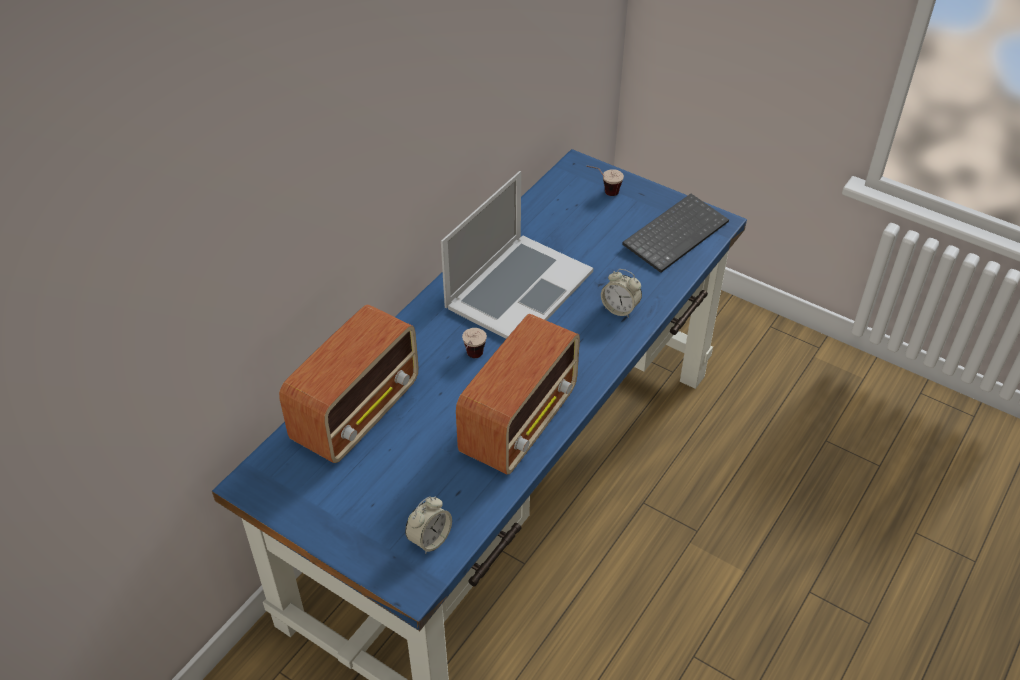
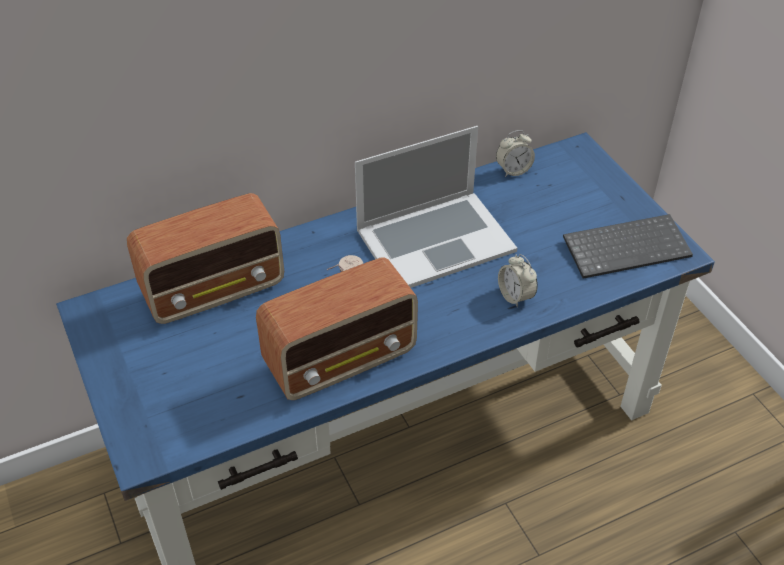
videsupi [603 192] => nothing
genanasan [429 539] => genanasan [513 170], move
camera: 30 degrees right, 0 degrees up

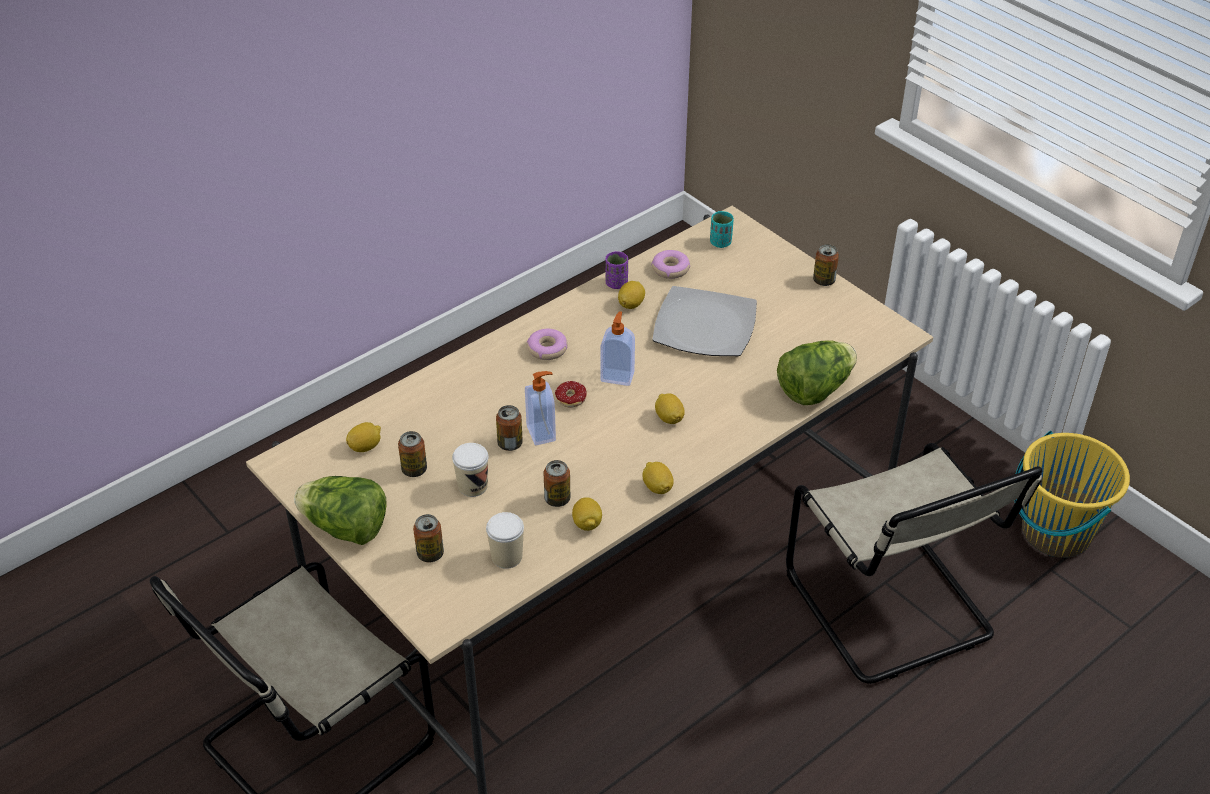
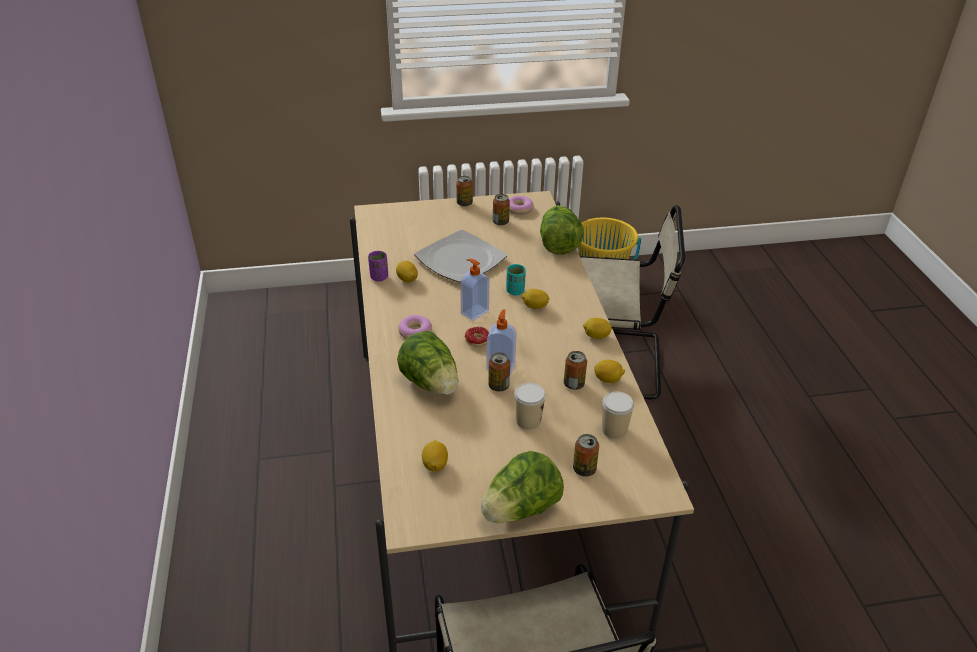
turquoise videsupi [720 243] => turquoise videsupi [515 291], move
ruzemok [670 269] => ruzemok [519 209], move
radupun [414 470] => radupun [500 222], move
nothing => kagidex [431 383]
camera: 60 degrees left, 5 degrees down

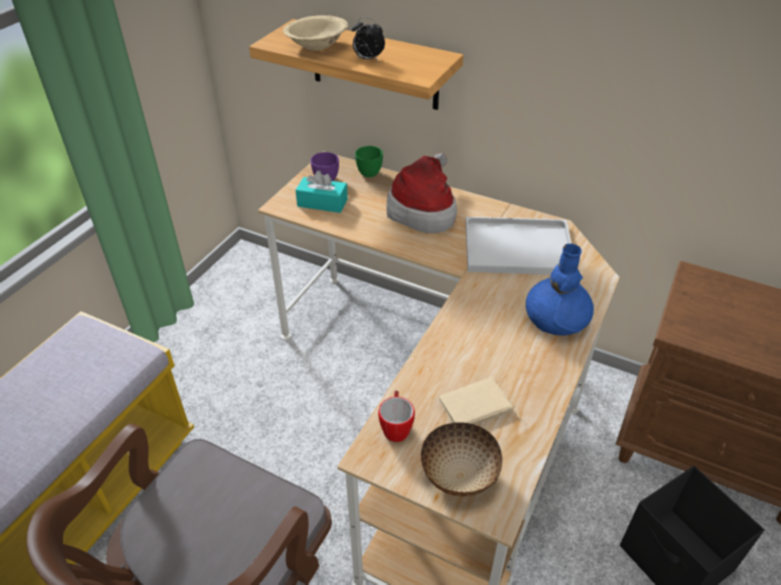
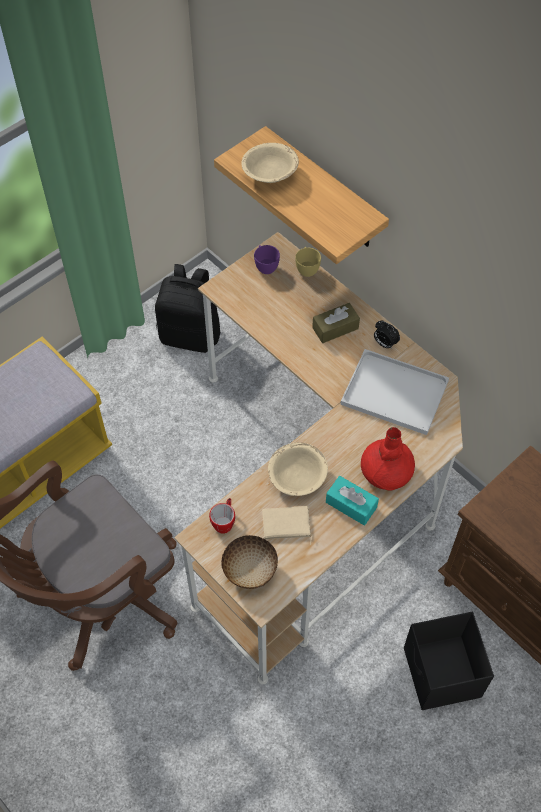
genanasan [368 59] => genanasan [384 343], move
green videsupi [367 171] => yellow videsupi [307 268]
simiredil [423 210] => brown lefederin [335 328]
turquoise lefederin [322 203] => turquoise lefederin [351 505], move
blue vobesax [555 319] => red vobesax [386 471]
nothing => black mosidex [190 335]
nothing => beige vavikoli [297 477]
camera: 20 degrees right, 15 degrees up

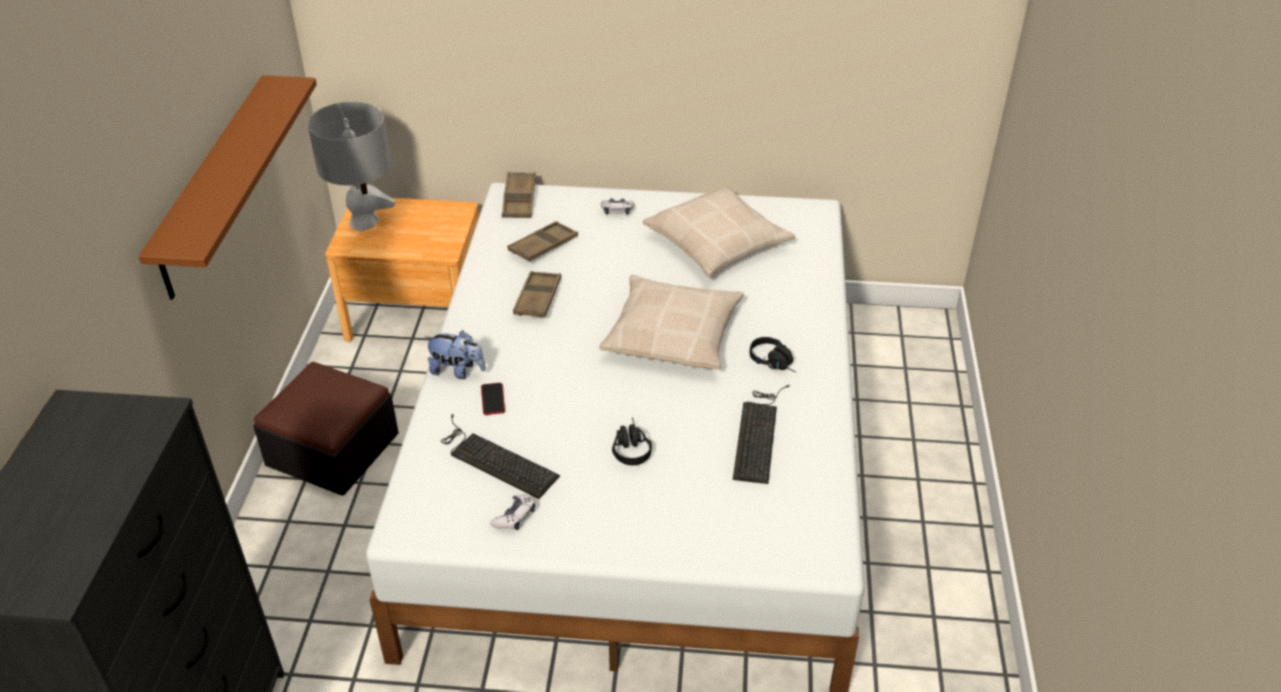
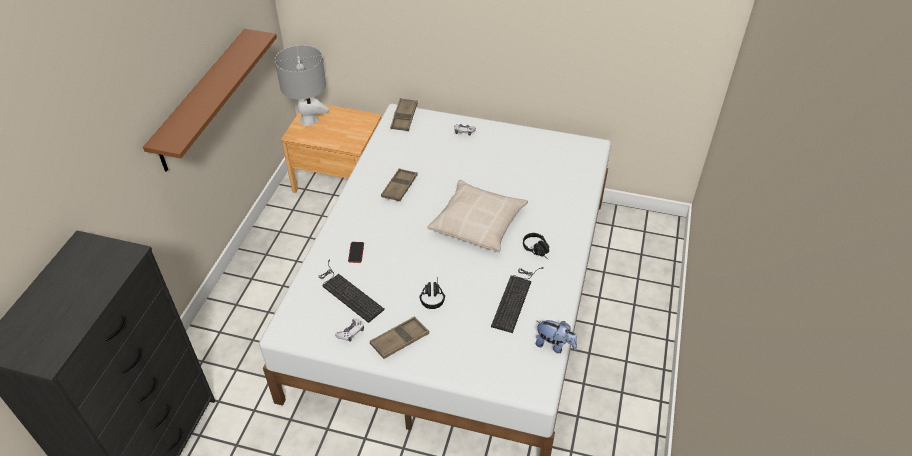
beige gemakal [717 243] => nothing
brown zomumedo [543 246] => brown zomumedo [399 340], move
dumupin [457 371] => dumupin [554 345], move
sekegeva [333 449] => nothing
camera: 10 degrees right, 5 degrees up

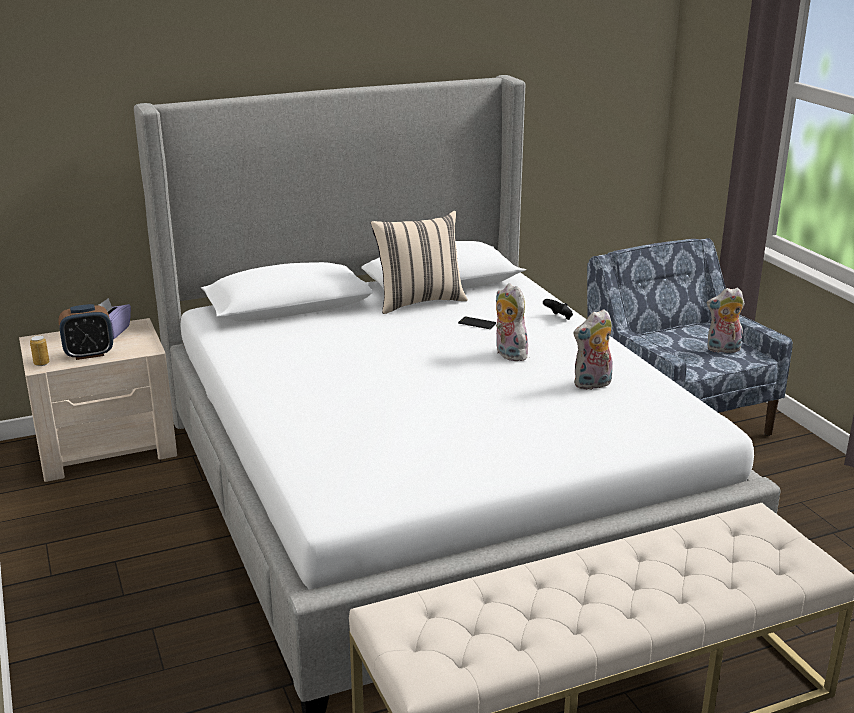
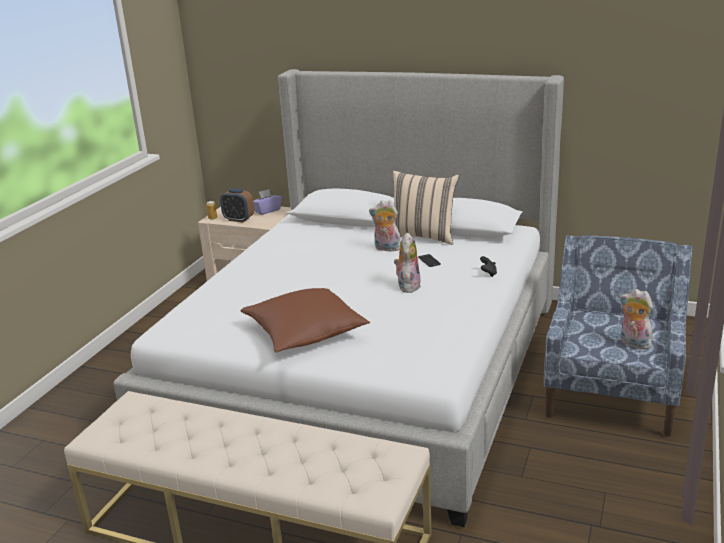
dumupin [592 385] => dumupin [386 248], move
nothing => brown gemakal [305 333]
camera: 45 degrees right, 0 degrees up

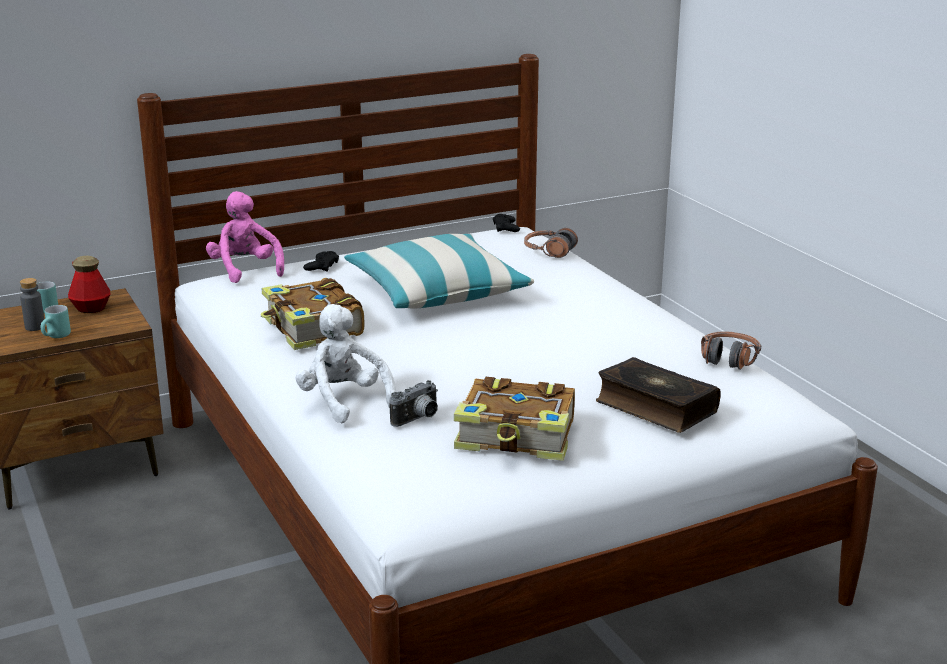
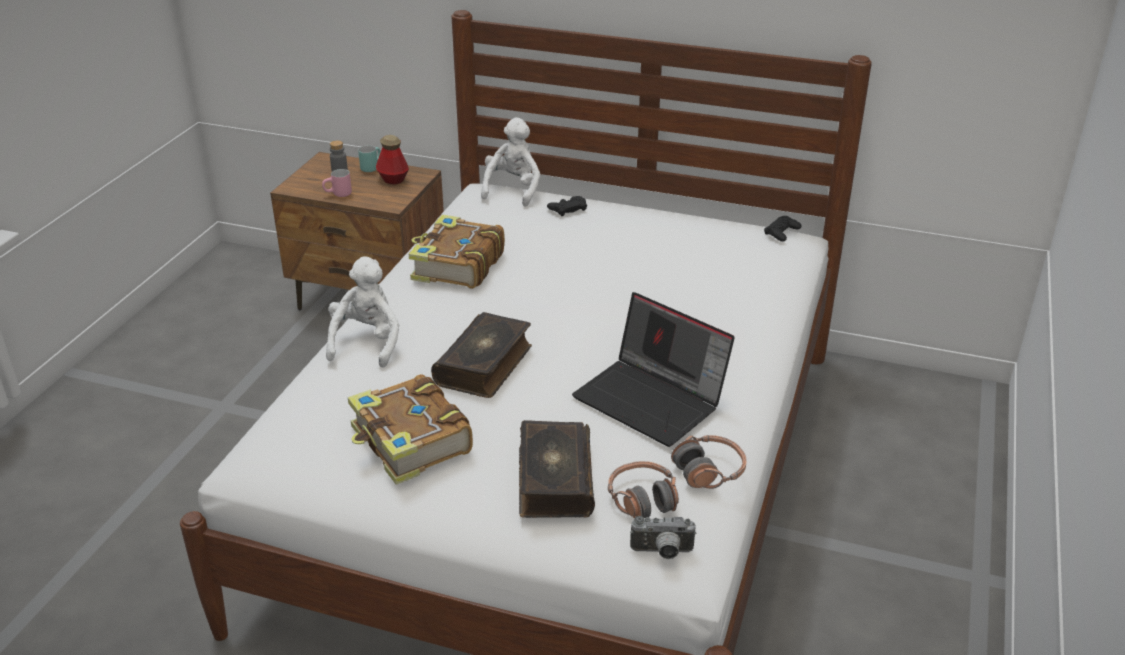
pink dumupin [245 270] => white dumupin [513 189]
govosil [549 251] => govosil [643 499], move
gemakal [437 291] => nothing
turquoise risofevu [57 337] => pink risofevu [338 195]
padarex [418 419] => padarex [662 552], move
nothing => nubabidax [652 400]
nothing => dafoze [485 365]
camera: 45 degrees right, 10 degrees up

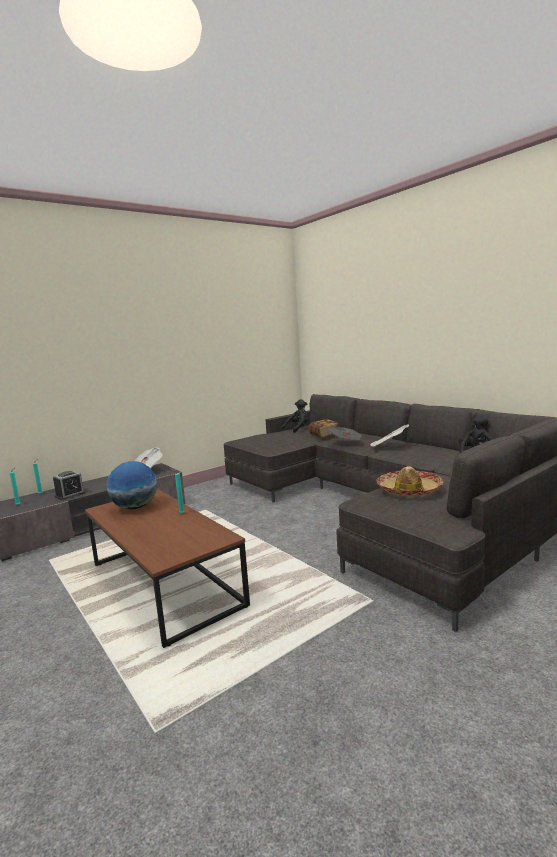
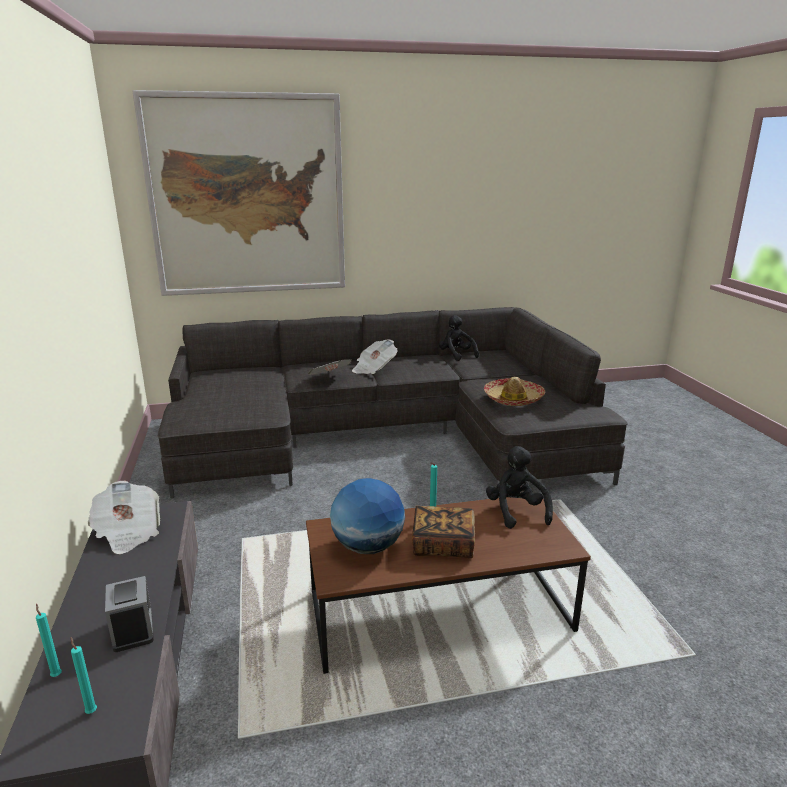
black dumupin [298 429] => black dumupin [516 511], move
dafoze [324 435] => dafoze [443 545], move
nothing => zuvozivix [248 196]
camera: 65 degrees left, 10 degrees up

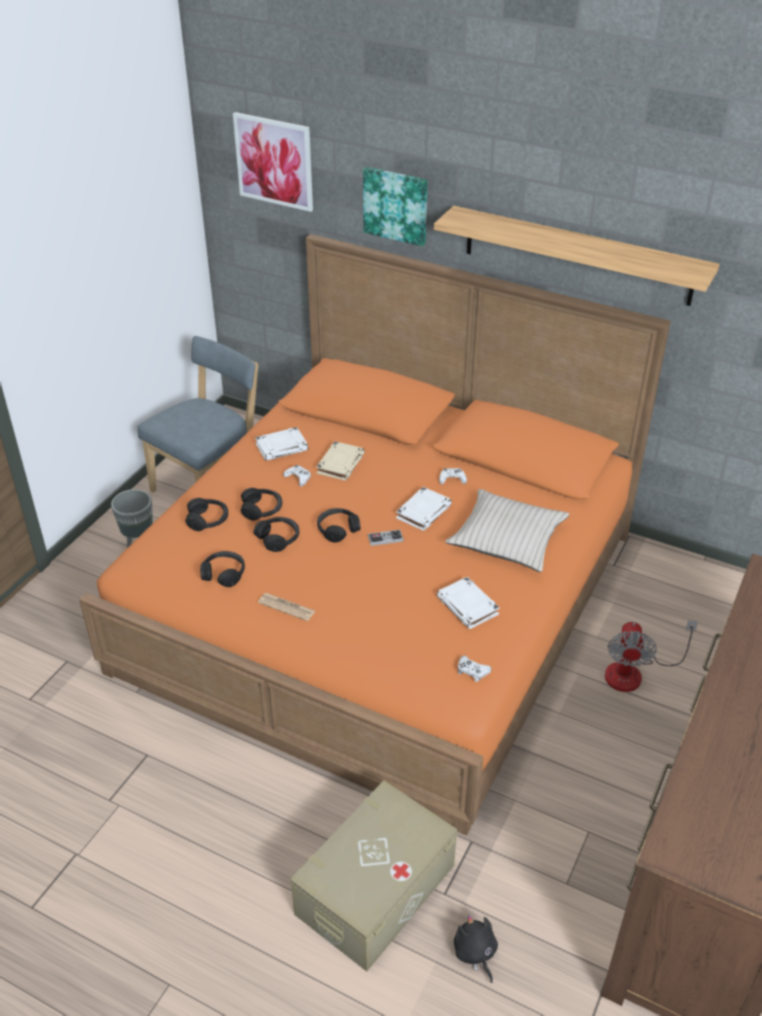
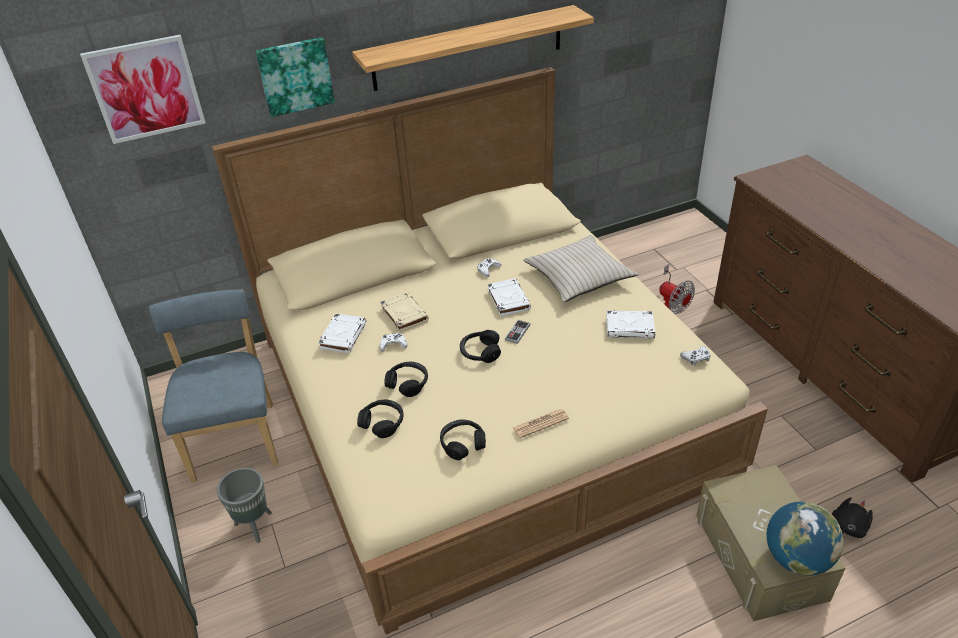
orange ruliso [381 598] => beige ruliso [482 402]
black govosil [278 538] => nothing
black dumupin [475 953] => black dumupin [846 528], 120 degrees clockwise
nothing => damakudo [796 558]
camera: 50 degrees left, 0 degrees up

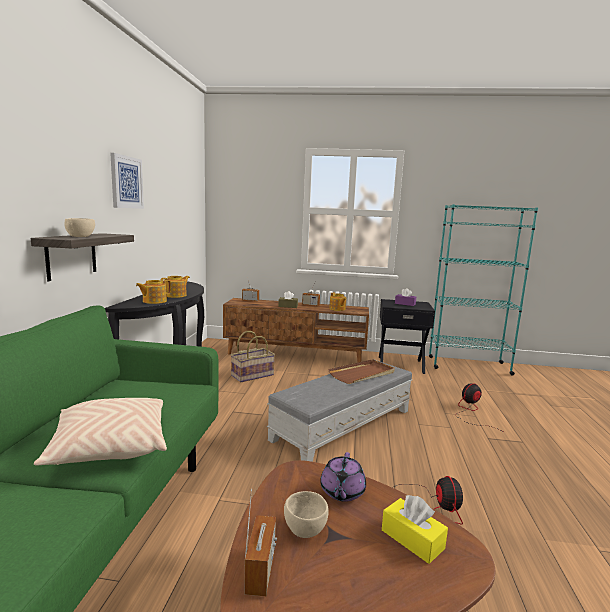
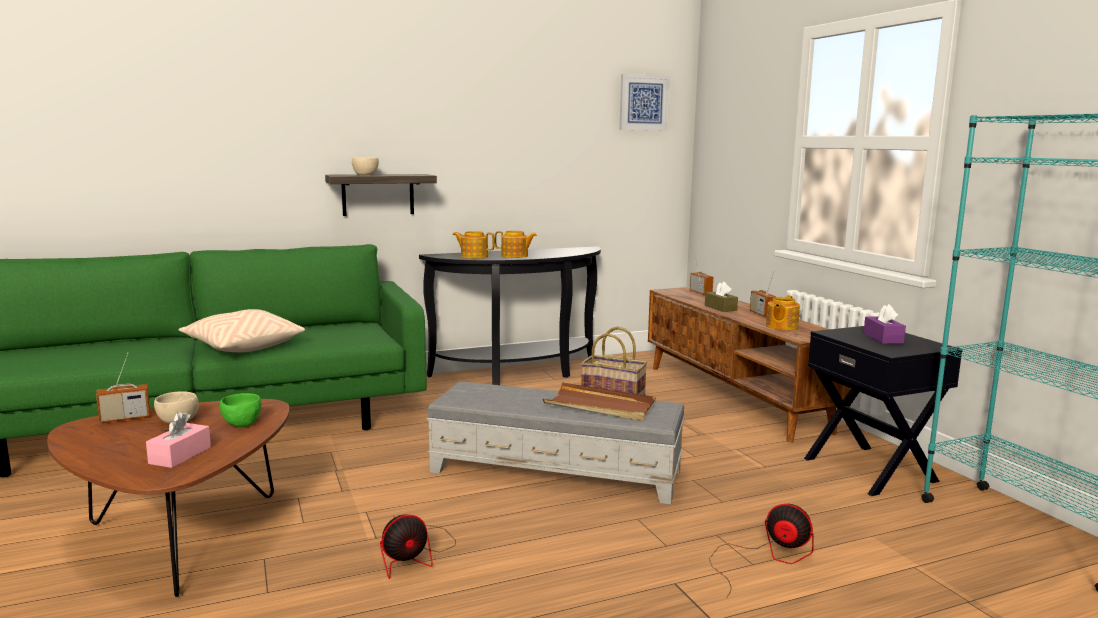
zuvozivix [126 182] => zuvozivix [643 103], move
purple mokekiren [342 492] => green vavikoli [241 424]
yellow lefederin [412 539] => pink lefederin [180 455]
camera: 60 degrees right, 0 degrees up

